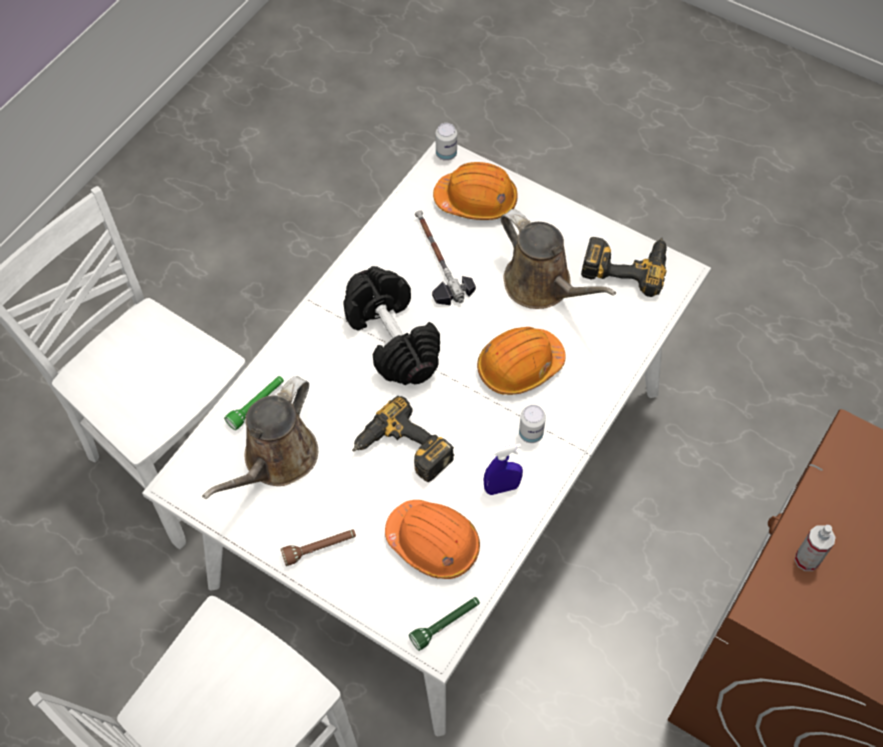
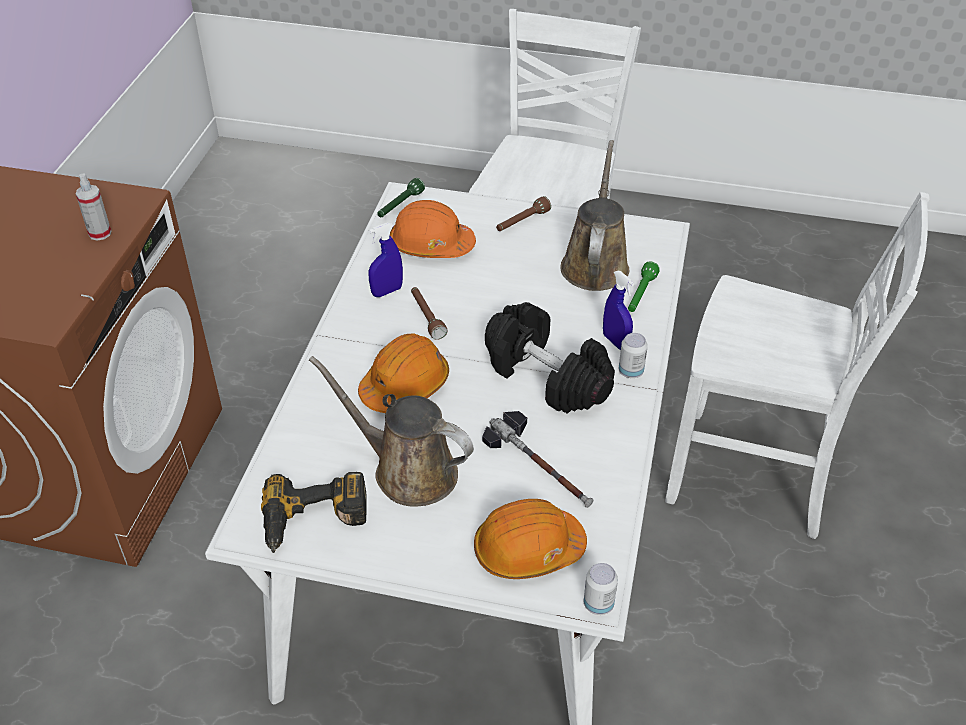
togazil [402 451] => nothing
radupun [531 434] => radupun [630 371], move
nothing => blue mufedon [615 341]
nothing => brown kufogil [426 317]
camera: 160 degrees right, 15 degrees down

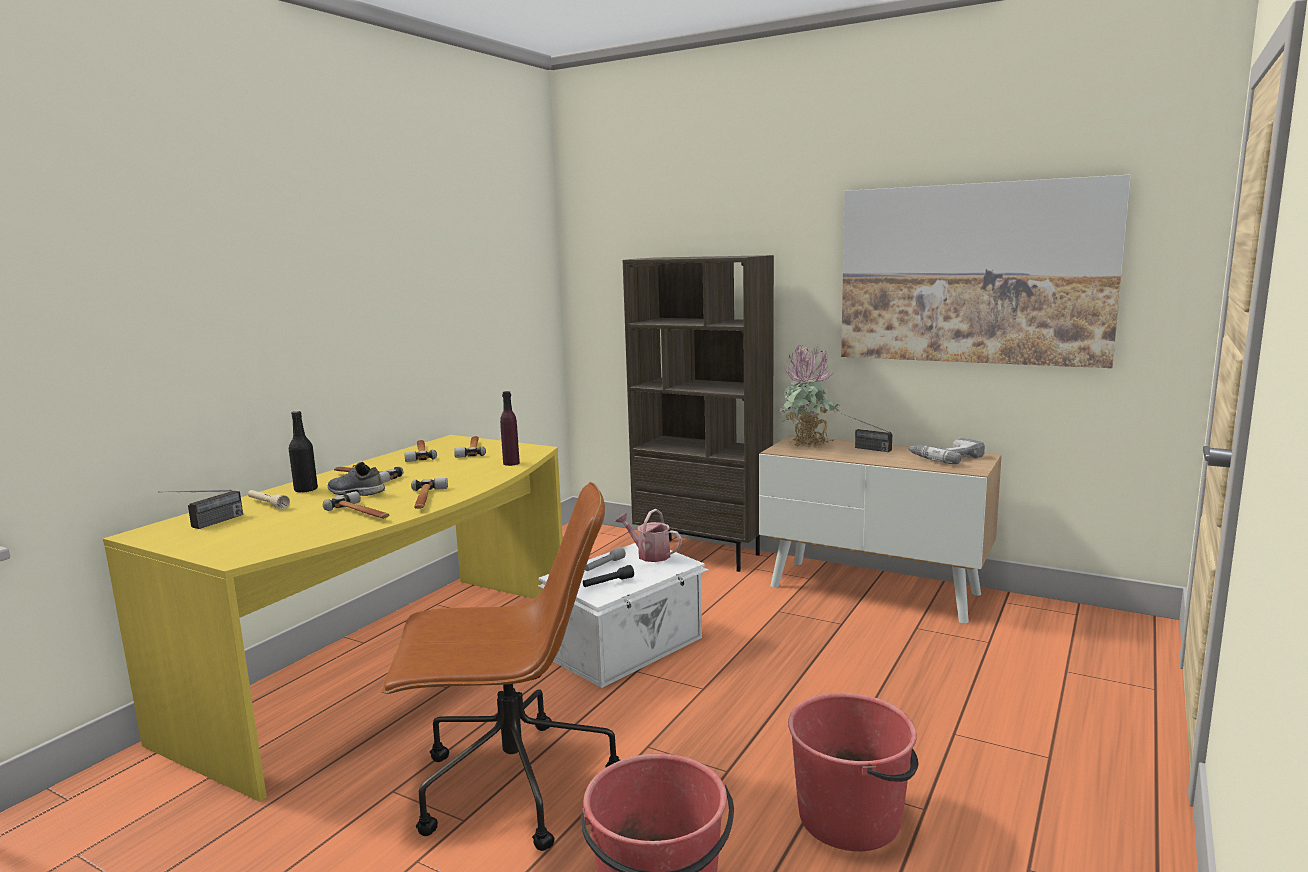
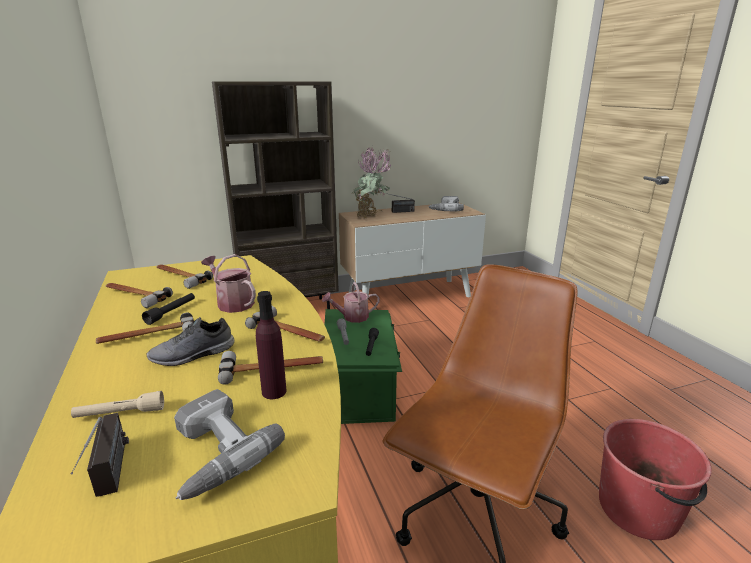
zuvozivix [973 274] => nothing
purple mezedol [511 463] => purple mezedol [274 391], move
black mezedol [306 490] => nothing
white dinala [628 648] => green dinala [361 388]
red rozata [851 818] => nothing
nothing => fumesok [232 303]
nothing => black kufogil [171 312]
nothing => togazil [211 453]
camera: 50 degrees left, 10 degrees up

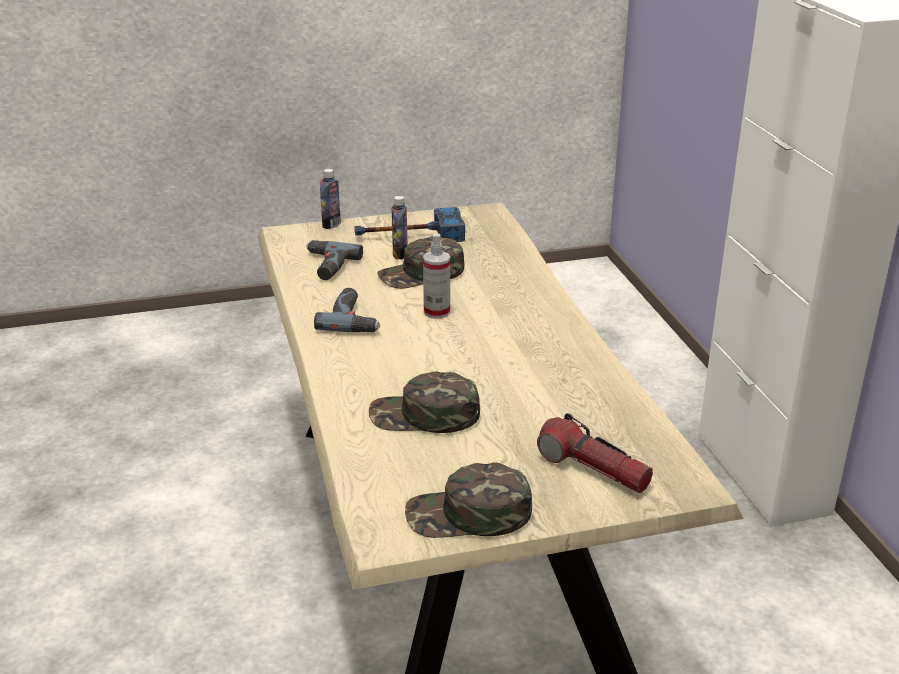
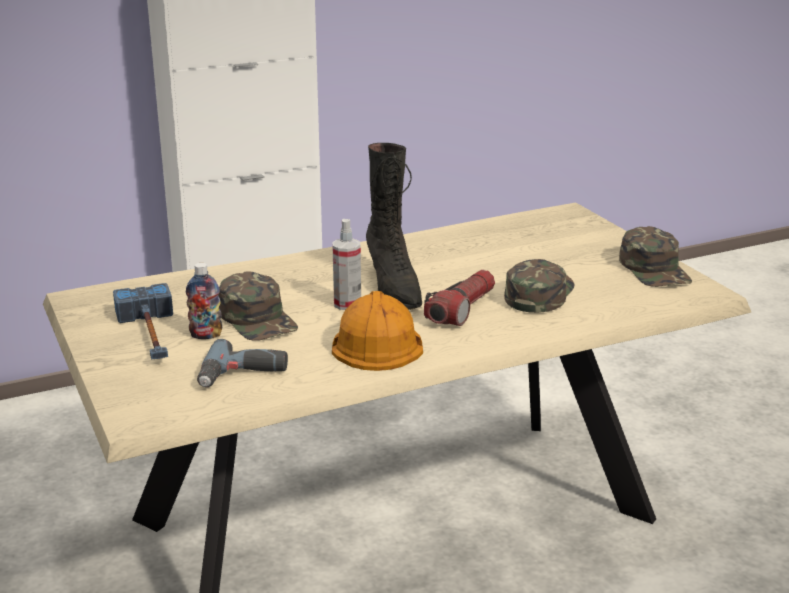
mezedol [331 225] => nothing
togazil [354 319] => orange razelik [376 342]
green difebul [424 415] => green difebul [538 294], 150 degrees counterclockwise
kufogil [593 468] => kufogil [461 310], move
nothing => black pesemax [393 288]
camera: 100 degrees left, 5 degrees down

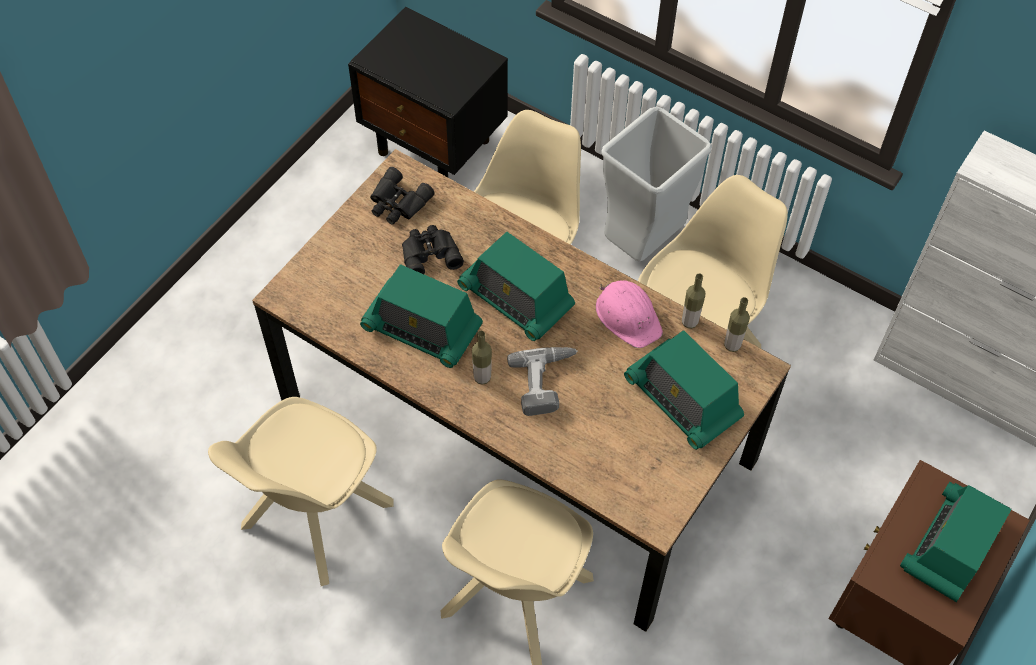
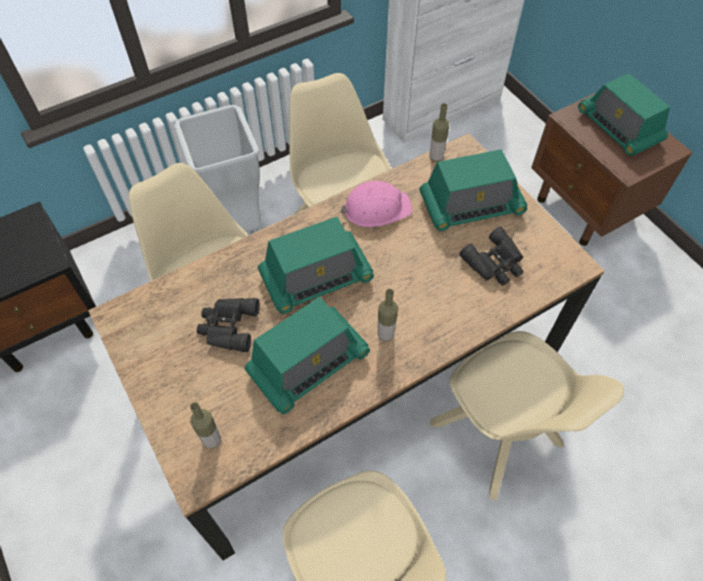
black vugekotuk [397 203] => black vugekotuk [495 263], move
mezedol [689 322] => mezedol [212 440], move
togazil [547 383] => nothing
camera: 65 degrees left, 0 degrees up

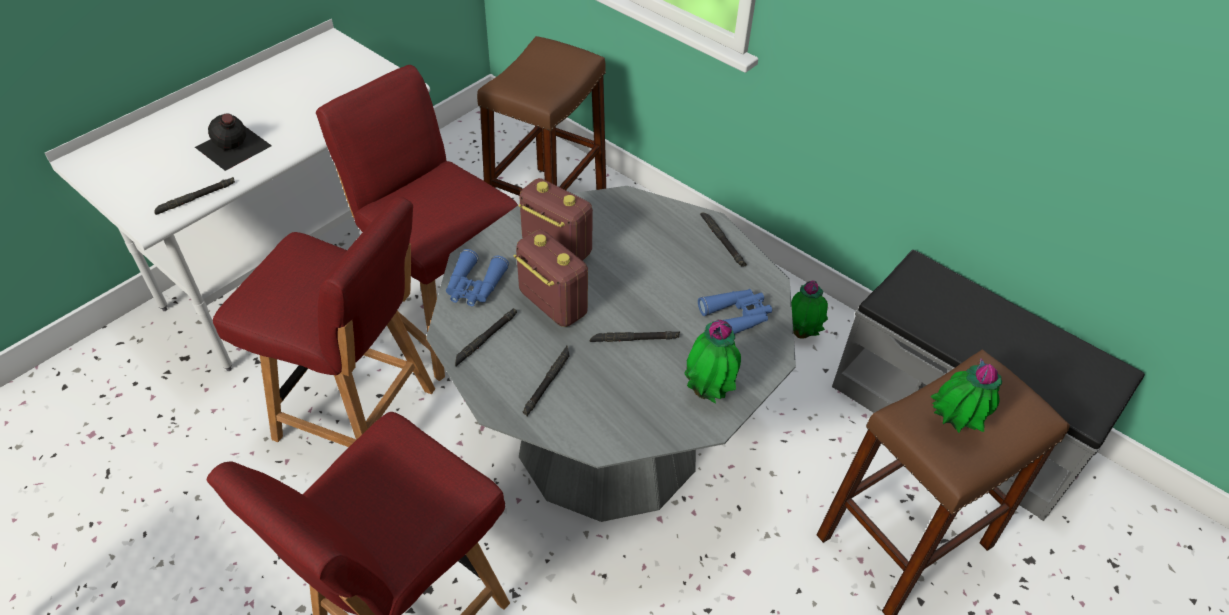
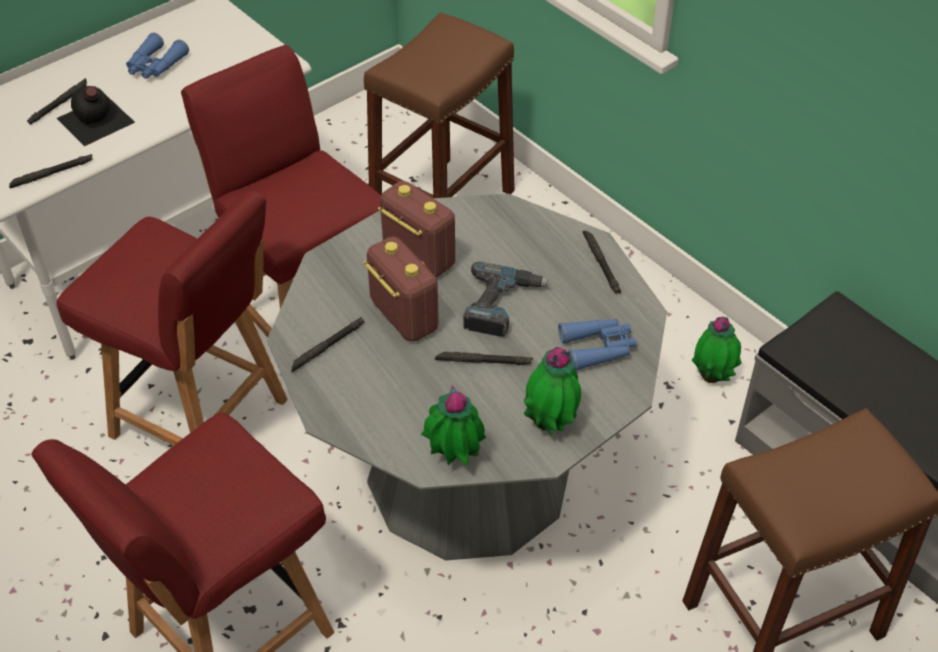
blue vugekotuk [474 286] => blue vugekotuk [155 66], move
black kufogil [547 382] => black kufogil [59 104], move
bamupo [952 426] => bamupo [454 459], move
nothing => togazil [502 305]
camera: 10 degrees right, 0 degrees up

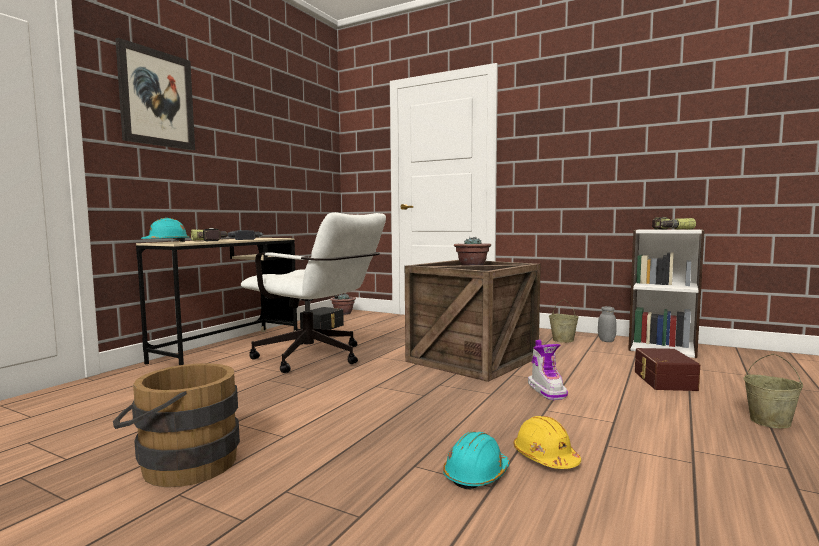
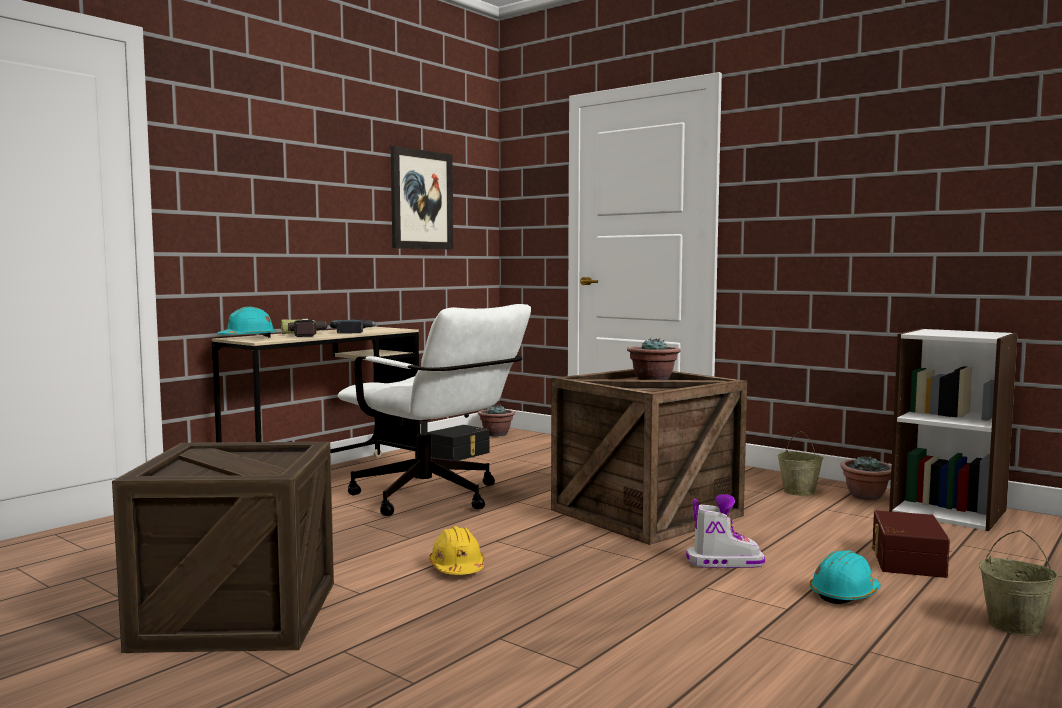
zuvozivix [156 98] => zuvozivix [421 200], move
togazil [666 229] => nothing
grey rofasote [606 341] => bamupo [866 496]
pesemax [547 390] => pesemax [724 562], 90 degrees counterclockwise
brown rozata [180 465] => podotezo [238 614]
yellow razelik [545 457] => yellow razelik [457 568], move
turquoise razelik [476 475] => turquoise razelik [844 594], move
camera: 10 degrees right, 0 degrees up

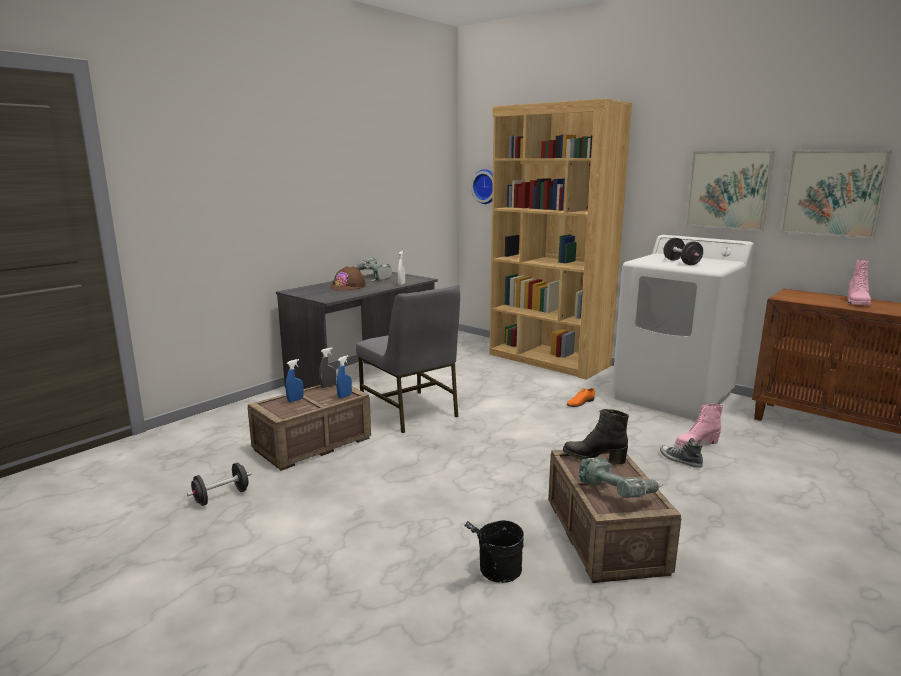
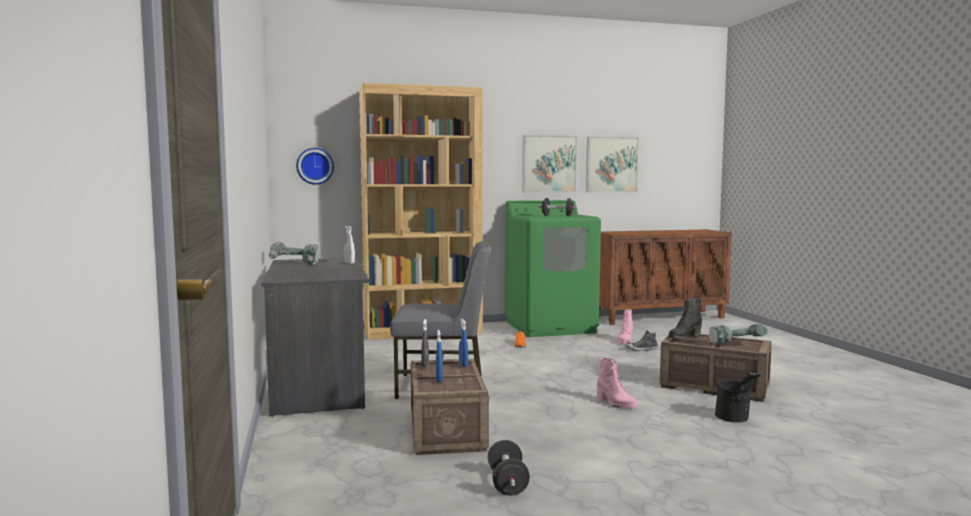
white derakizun [673 396] => green derakizun [550 327]
pink pesemax [856 303] => pink pesemax [615 404], move
brown razelik [348 286] => nothing
camera: 55 degrees left, 10 degrees down

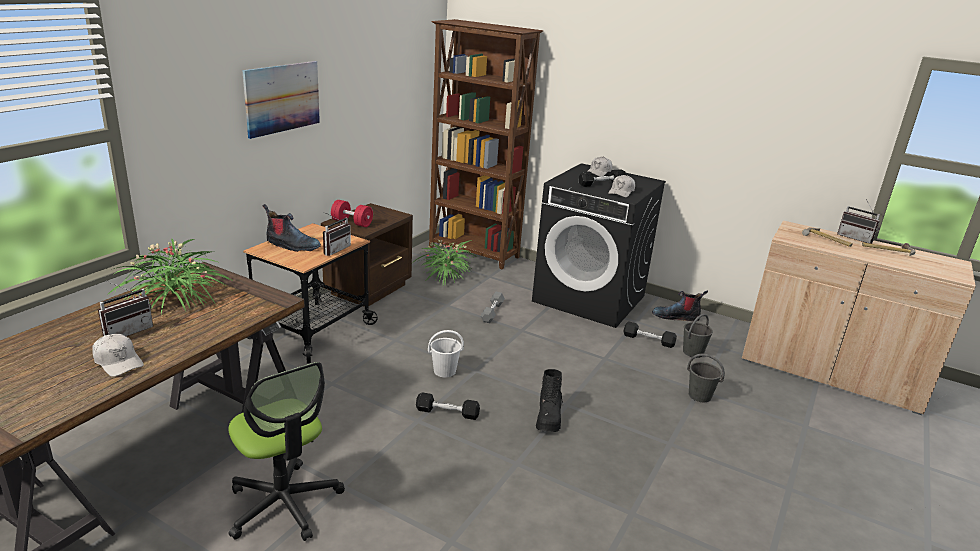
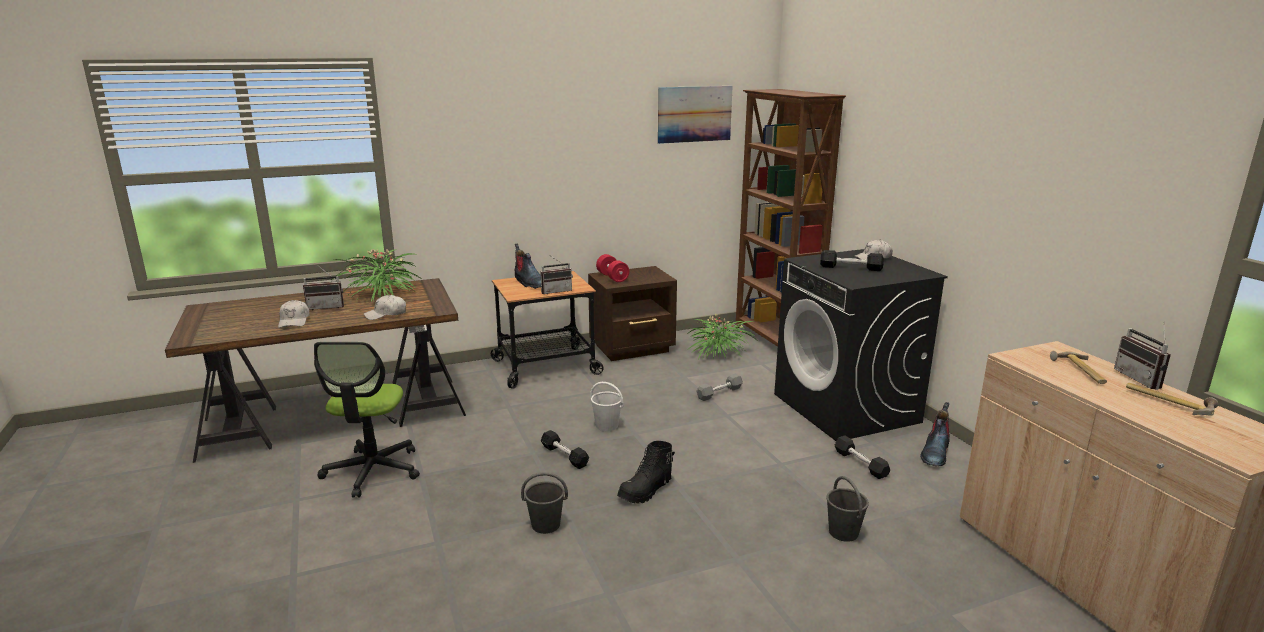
zuvozivix [282 98] => zuvozivix [694 114], move
white difebul [621 192] => white difebul [386 314], move
pesemax [676 317] => pesemax [935 453], 105 degrees counterclockwise
grey rozata [693 352] => grey rozata [546 525], move
camera: 40 degrees right, 5 degrees down

